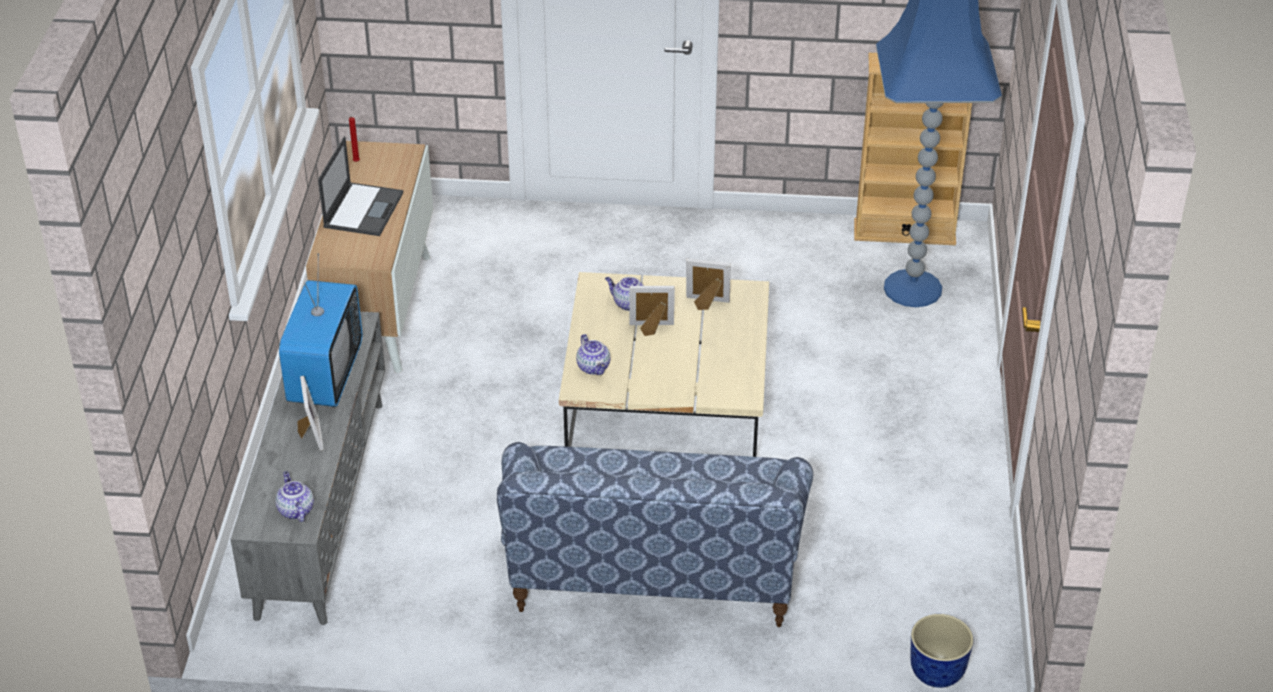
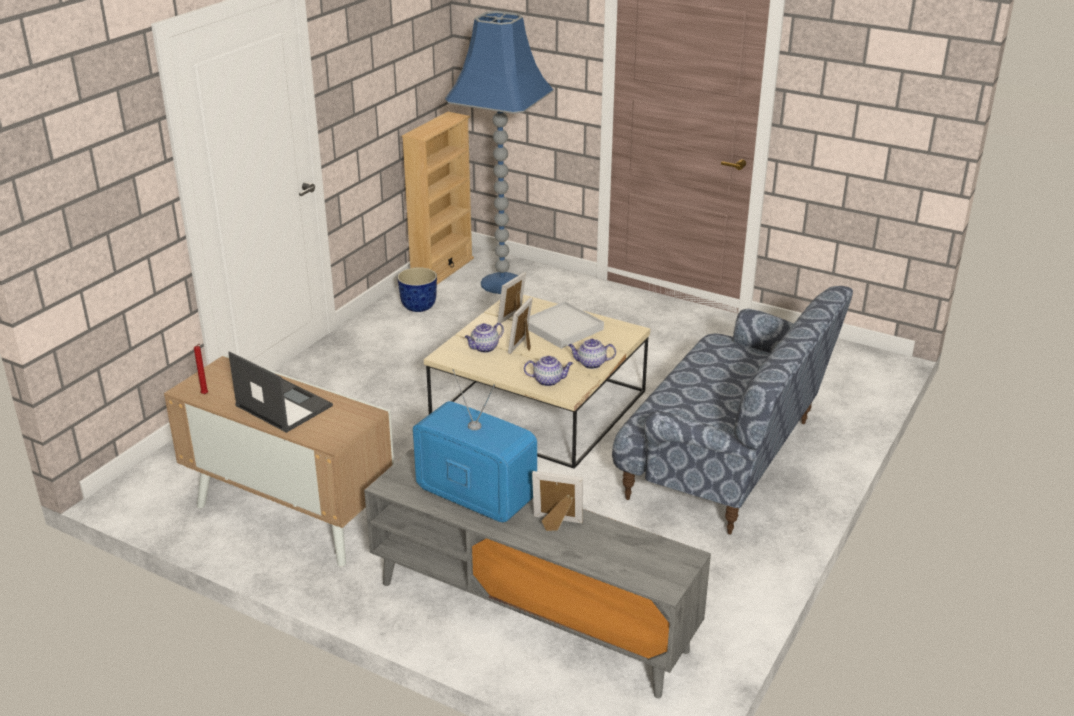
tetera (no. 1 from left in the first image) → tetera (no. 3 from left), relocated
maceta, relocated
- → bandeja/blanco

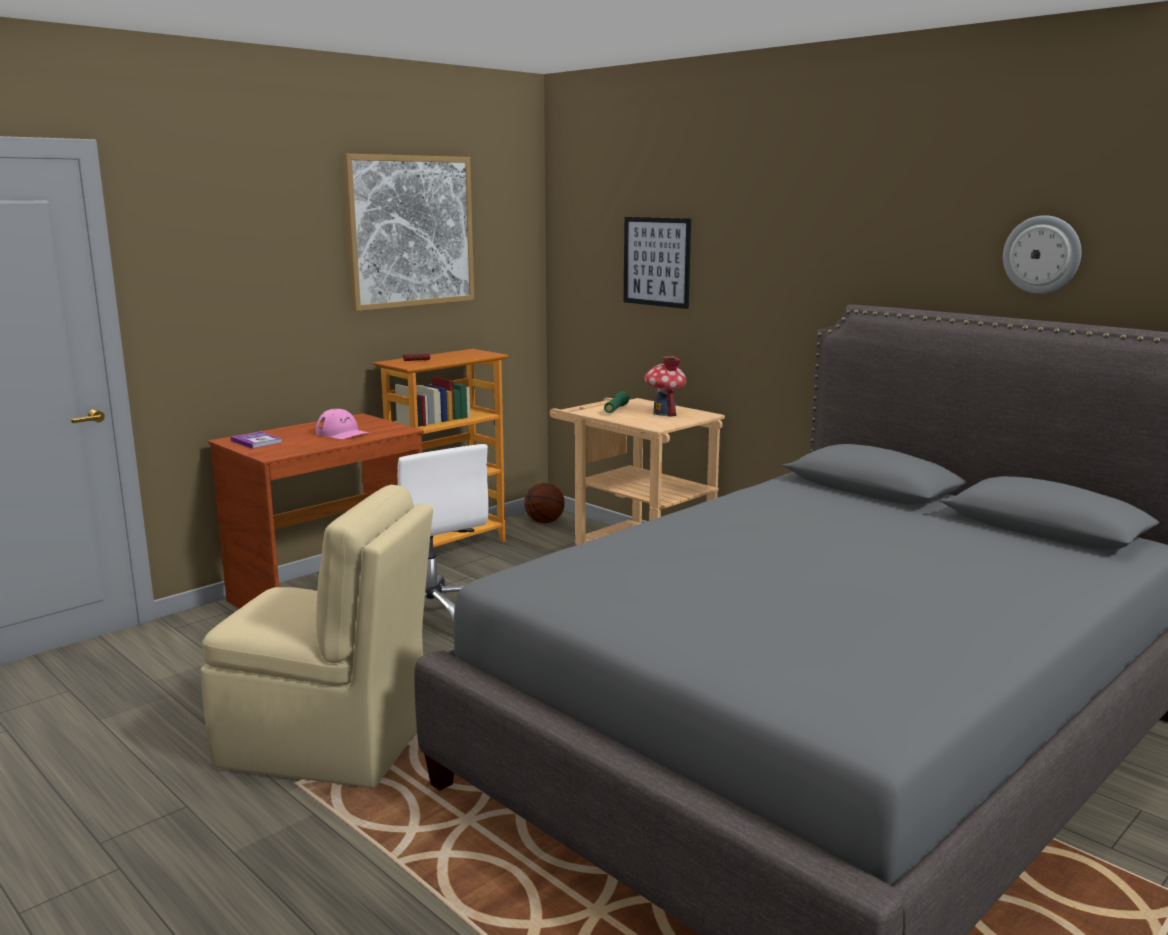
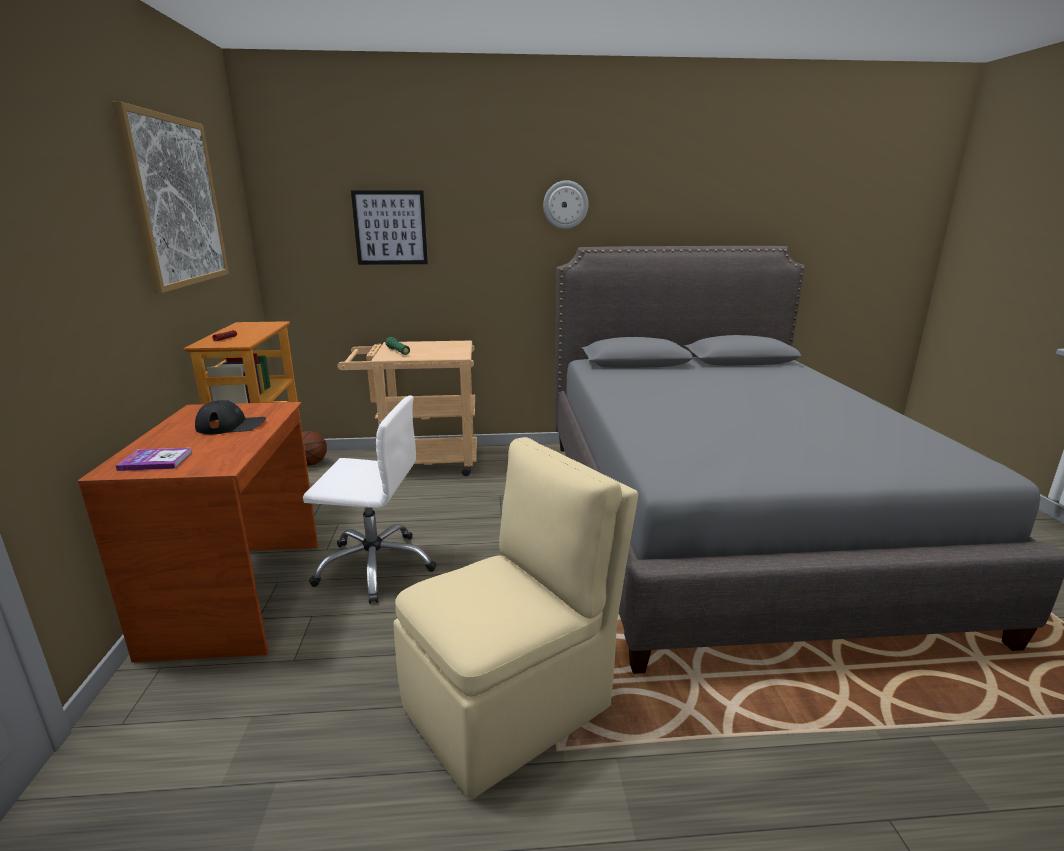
gorra/rosa → gorra/negro
casita → -
reloj de pared, relocated

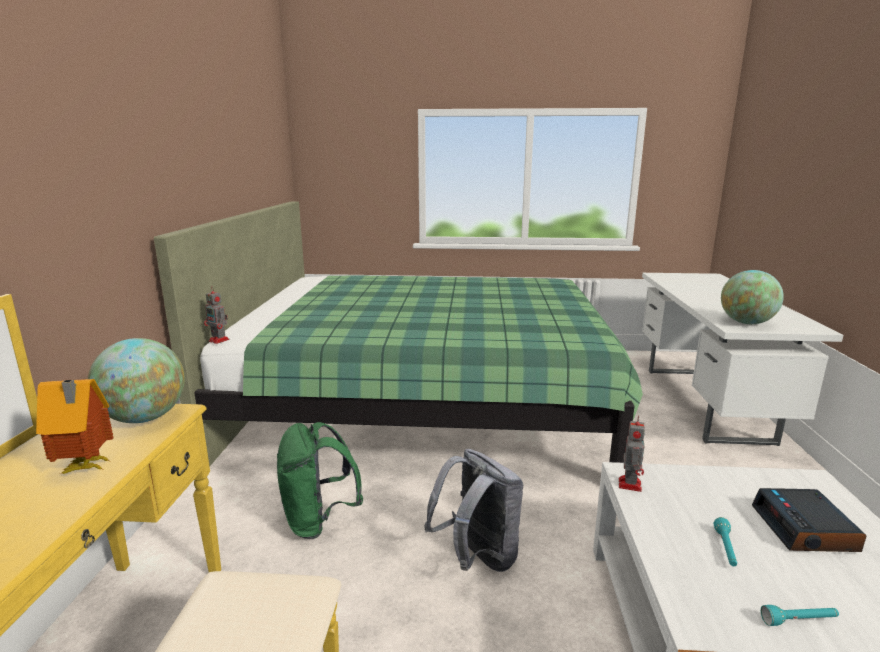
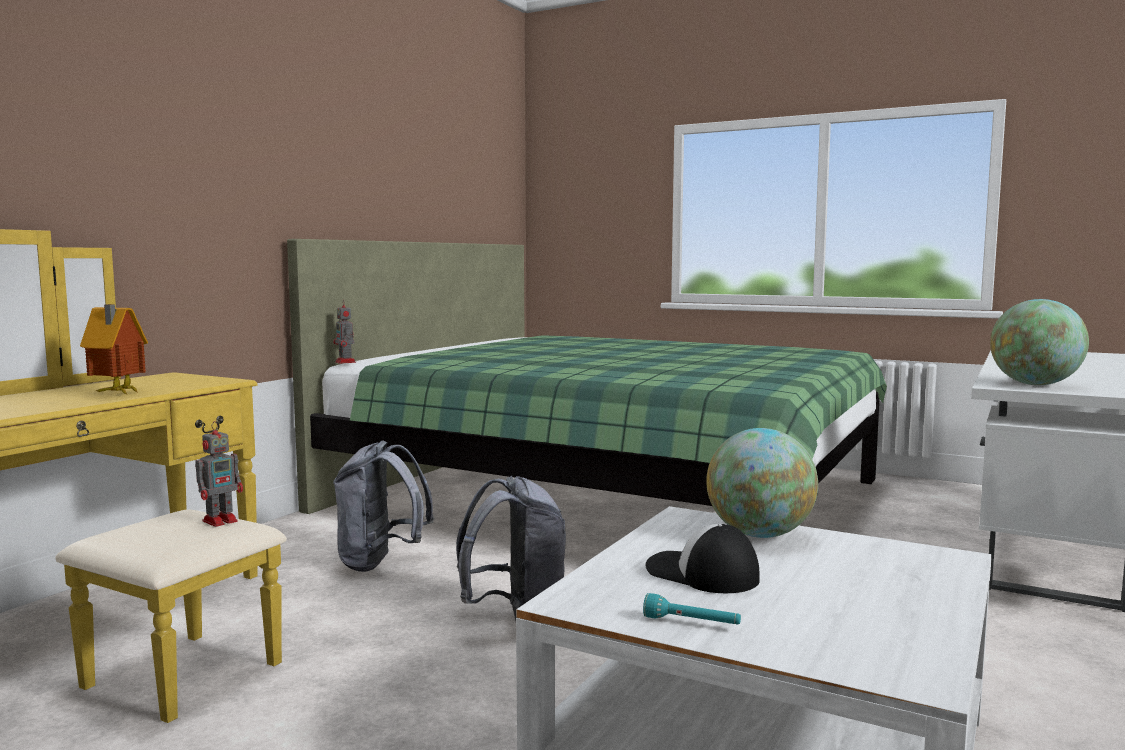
globo terráqueo (no. 1 from left), relocated
mochila/verde → mochila/gris (no. 1 from left)
robot de juguete (no. 2 from left in the first image) → robot de juguete (no. 1 from left), relocated
linterna/turquesa (no. 1 from left) → gorra
despertador → -

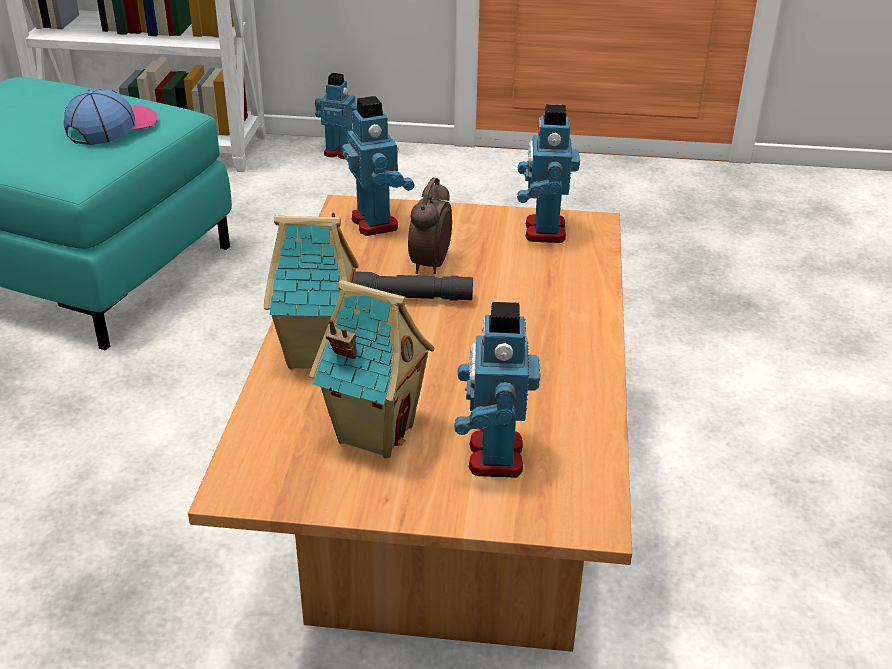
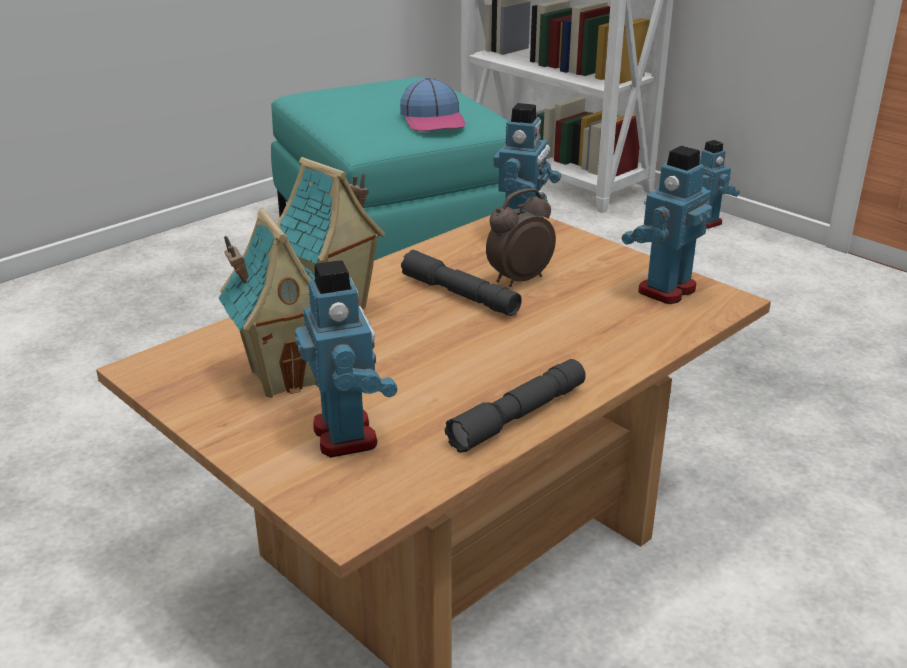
gorra, 90 degrees clockwise
robot de juguete (no. 3 from left in the first image) → robot de juguete (no. 1 from left), 120 degrees clockwise
- → linterna/gris (no. 2 from left)

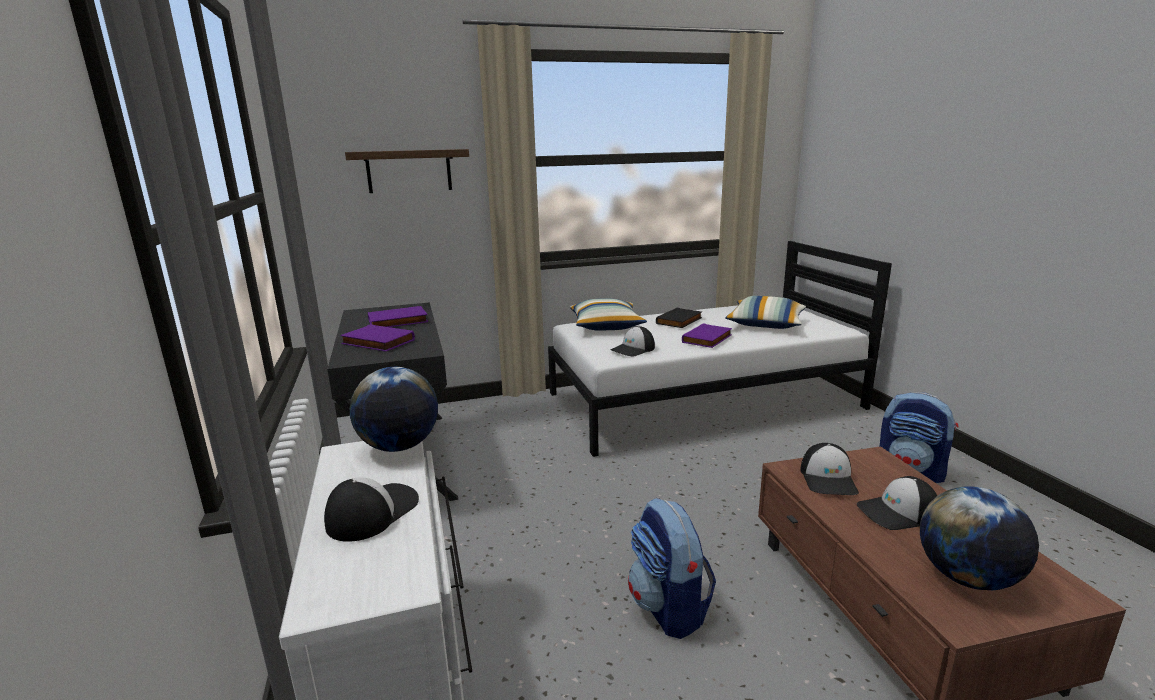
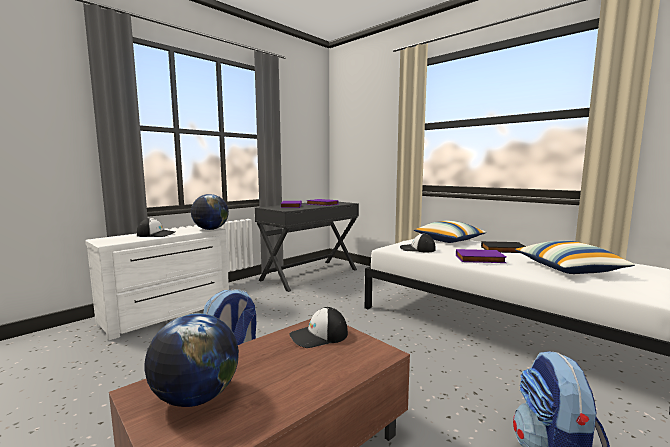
estante → -
gorra (no. 4 from left) → -

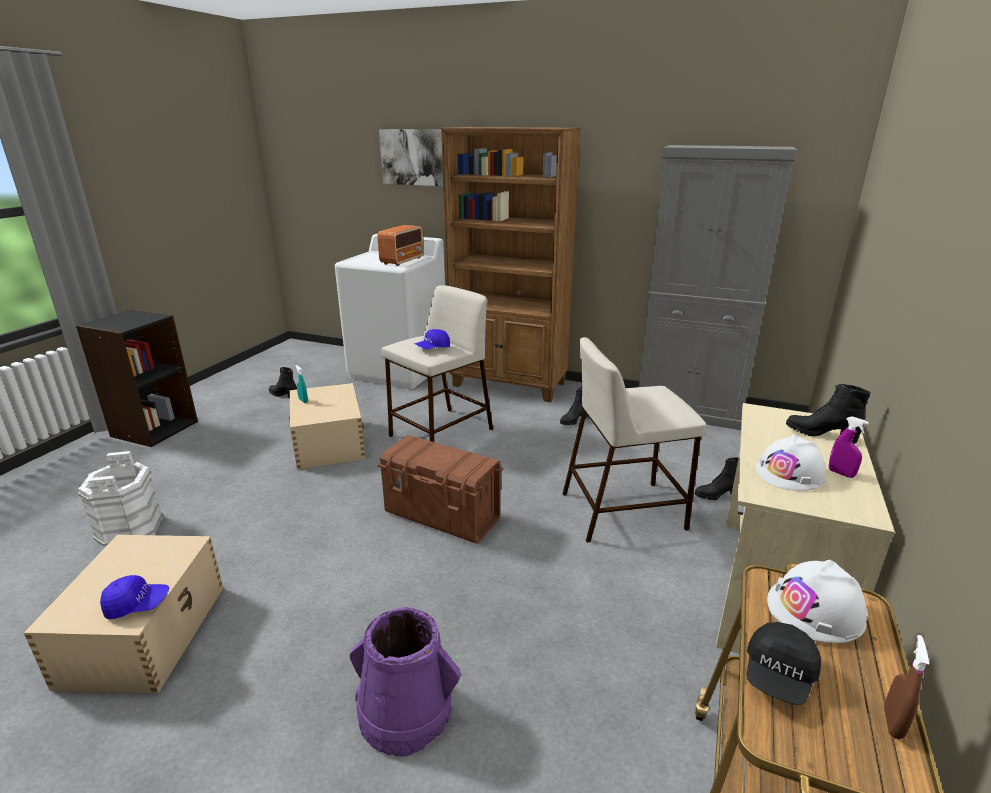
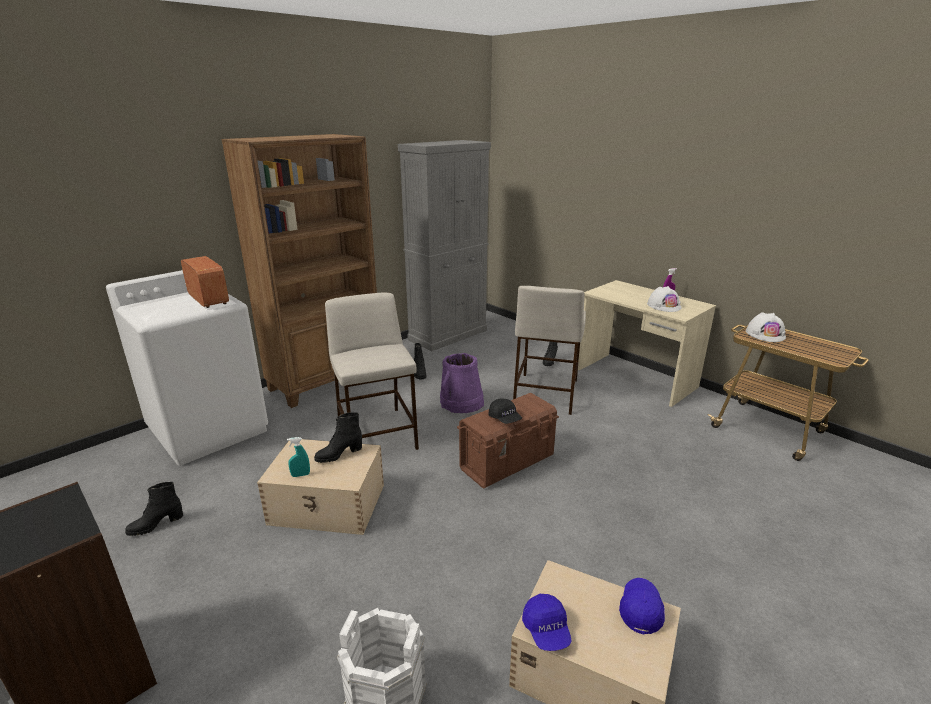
cubo/morado, relocated
cuadro → -
gorra/azul (no. 2 from left in the first image) → gorra/azul (no. 1 from left), relocated
gorra/negro, relocated
bota/negro (no. 4 from left in the first image) → bota/negro (no. 2 from left), relocated
pulverizador/marrón → -

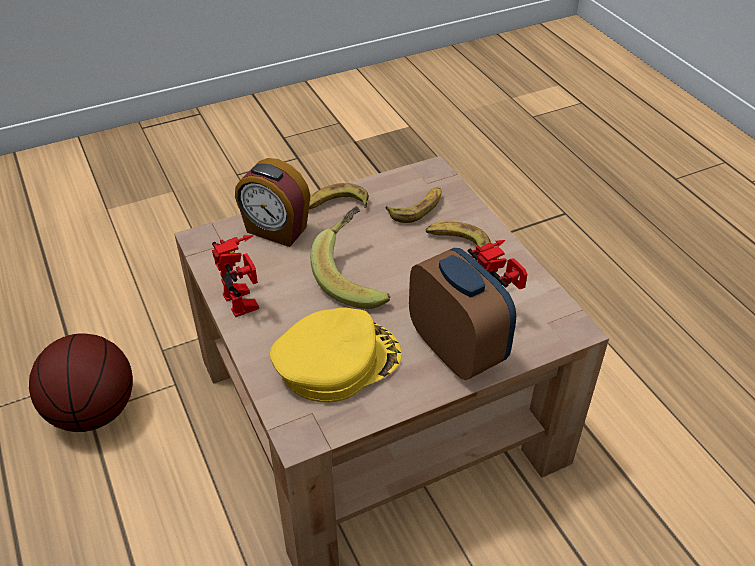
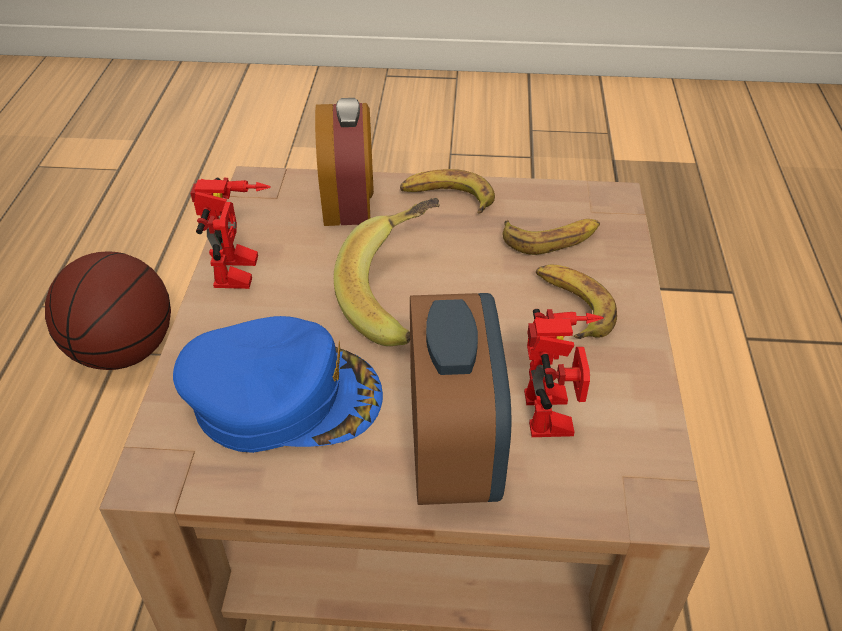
despertador (no. 1 from left), 150 degrees counterclockwise
gorra/amarillo → gorra/azul

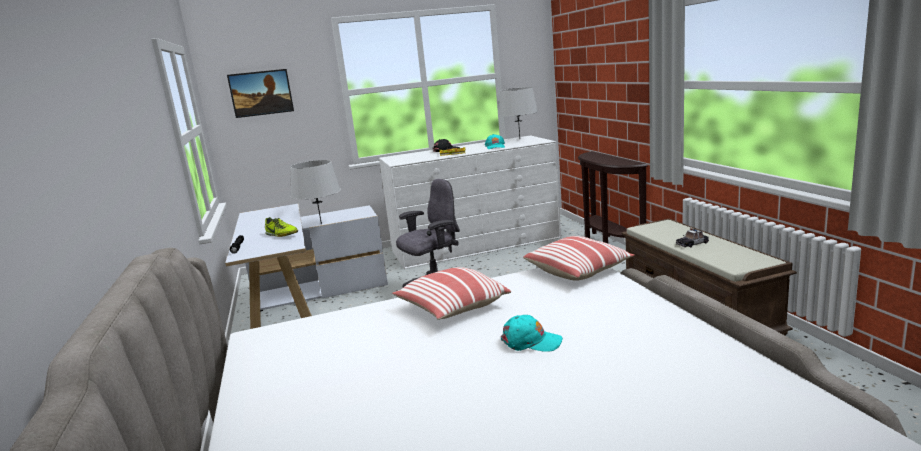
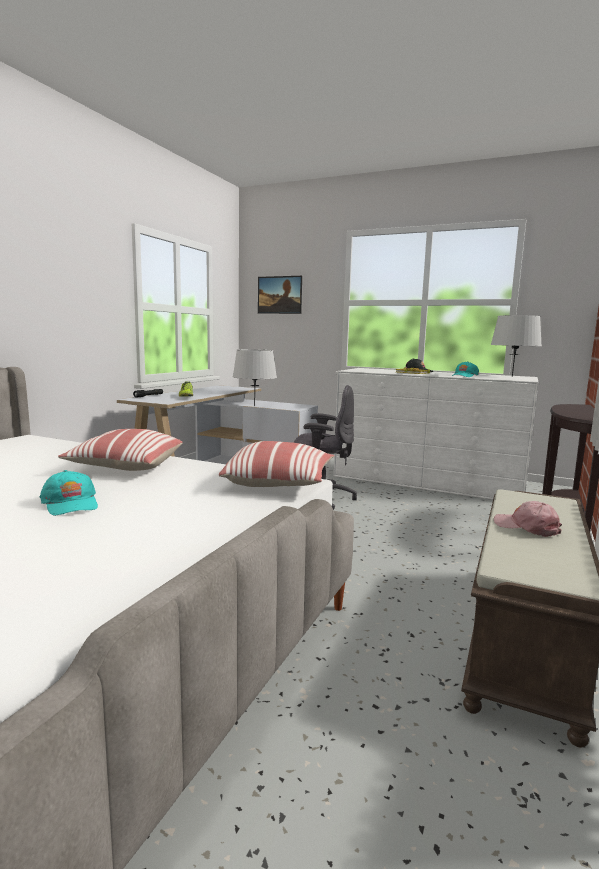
coche de juguete → gorra/rosa

